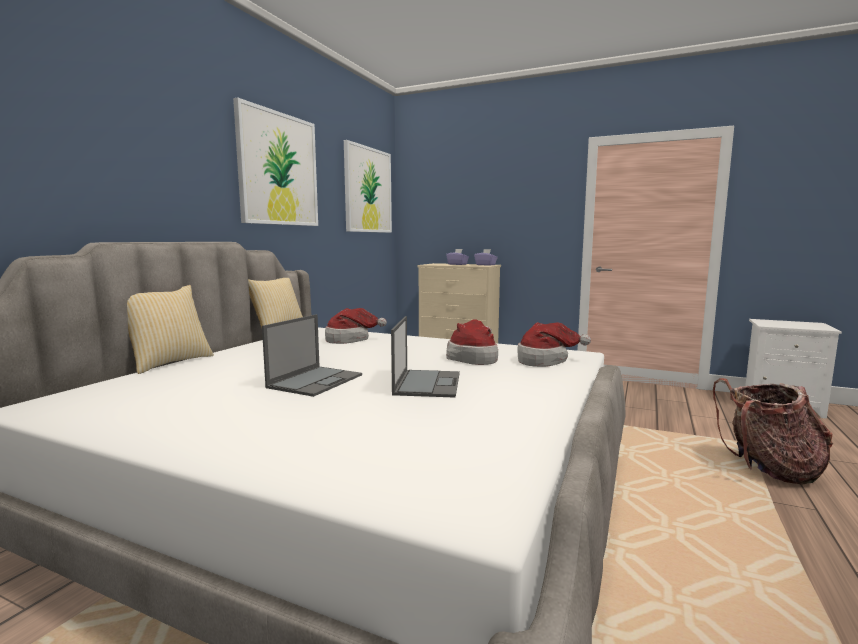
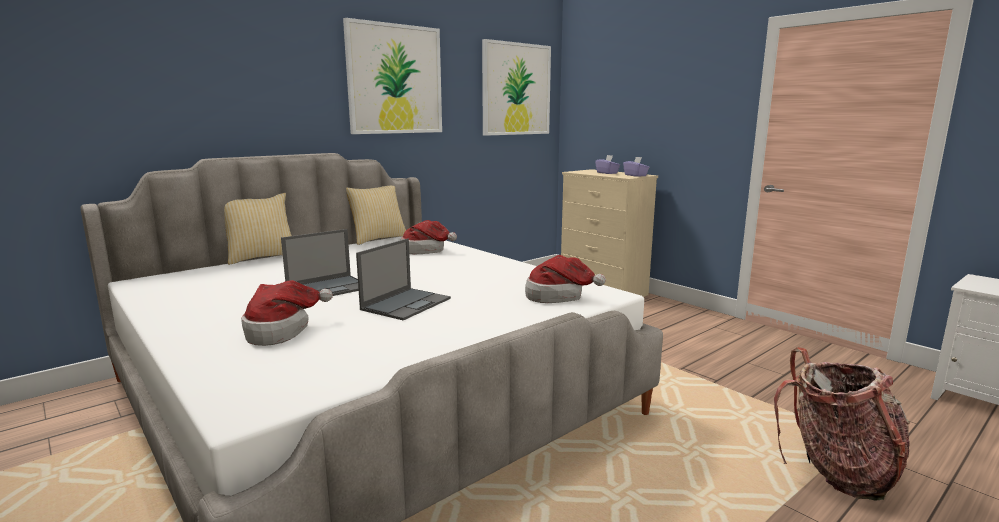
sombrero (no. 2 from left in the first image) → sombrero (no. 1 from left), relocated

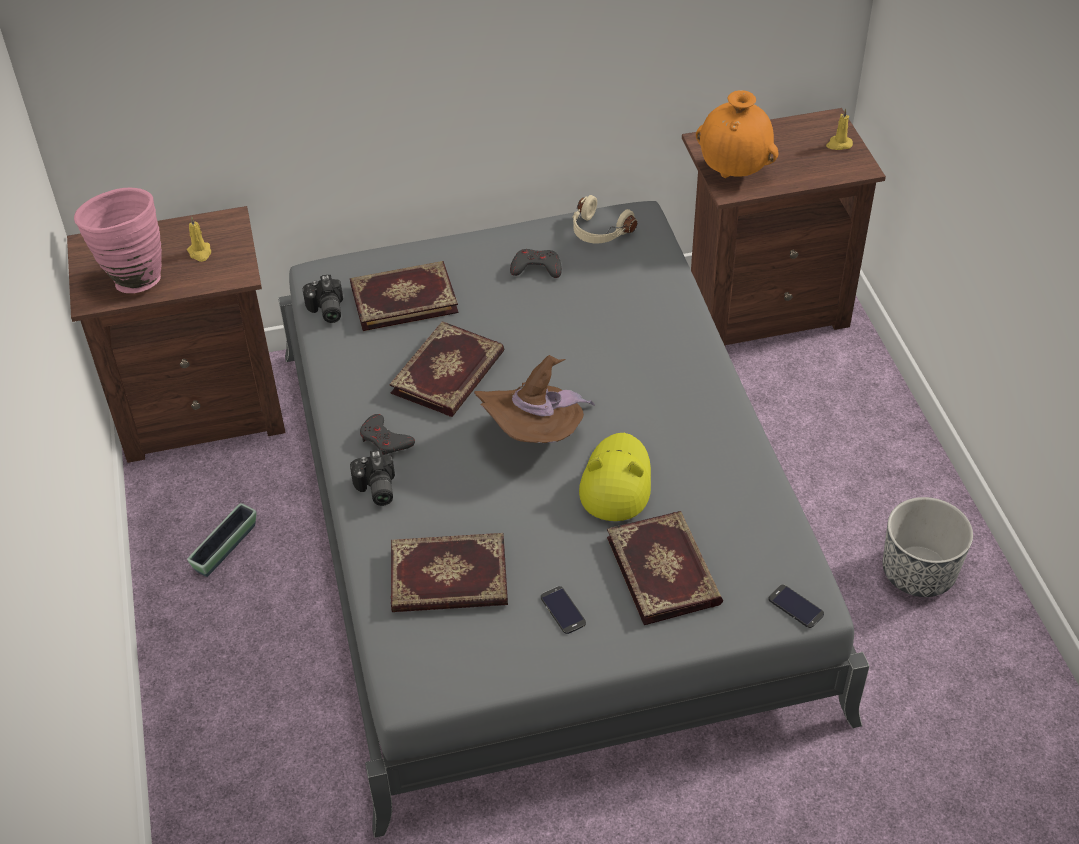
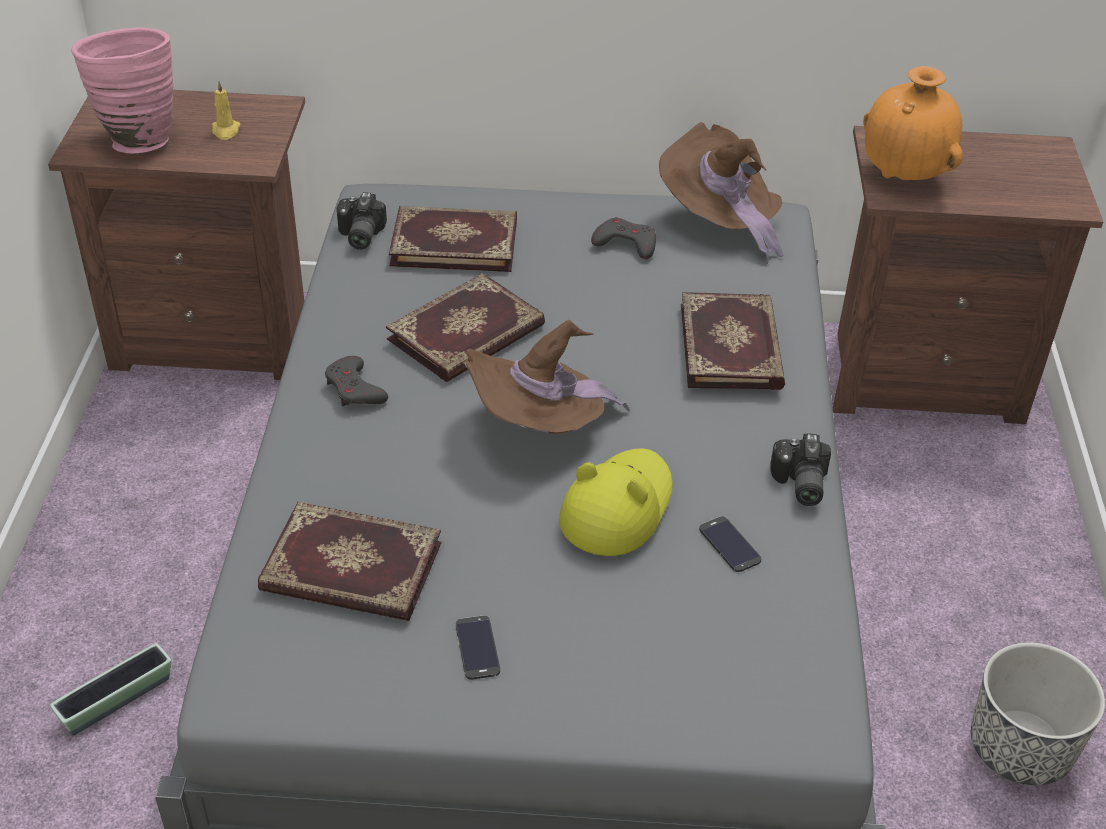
maceta (no. 1 from left), relocated
cámara (no. 2 from left), relocated
auriculares/beis → sombrero/marrón (no. 2 from left)
libro (no. 4 from left), relocated
móvil (no. 2 from left), relocated
vela/amarillo (no. 2 from left) → -

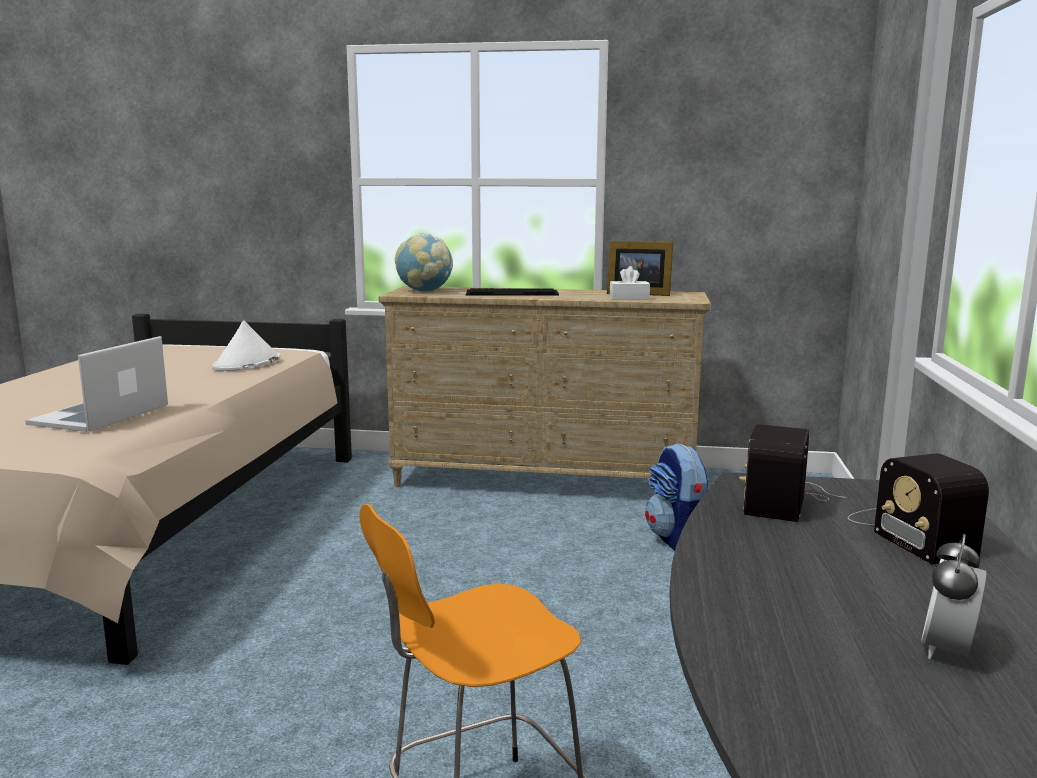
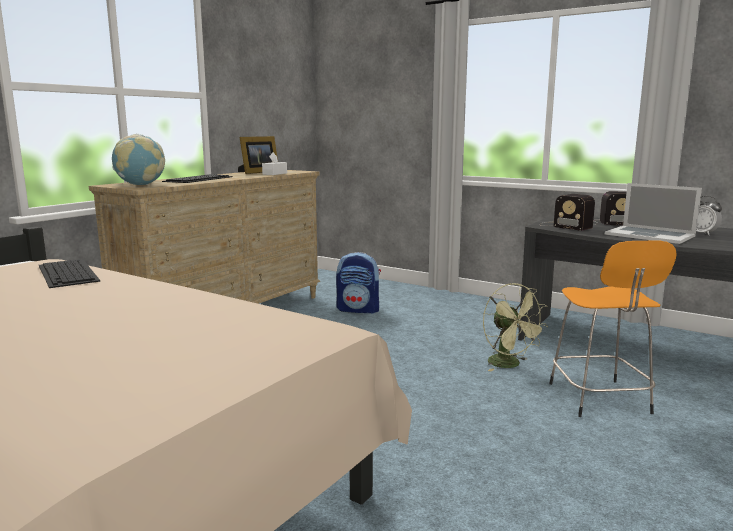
portátil, relocated
sombrero/blanco → teclado (no. 1 from left)
- → ventilador/verde

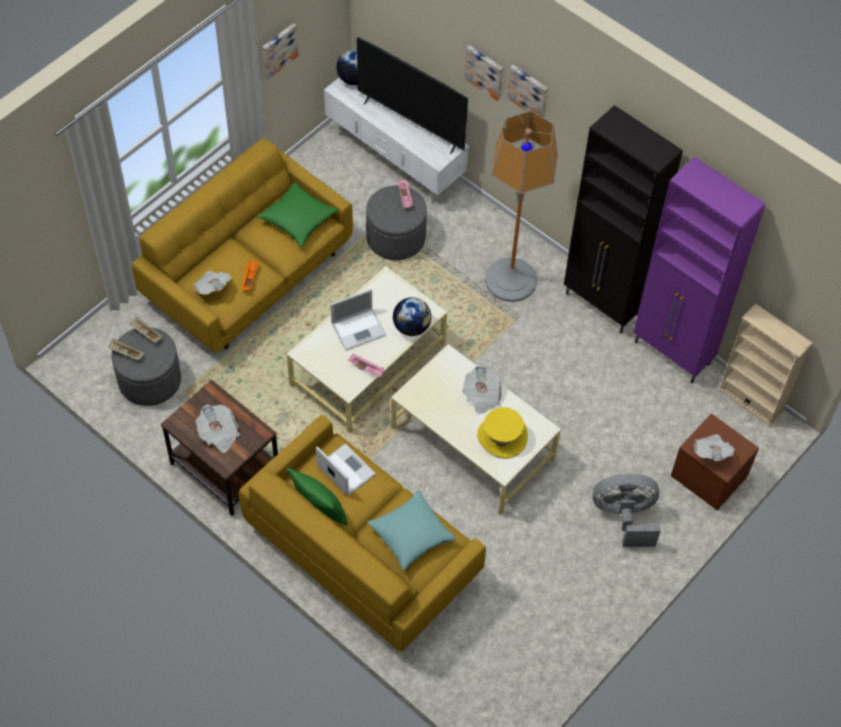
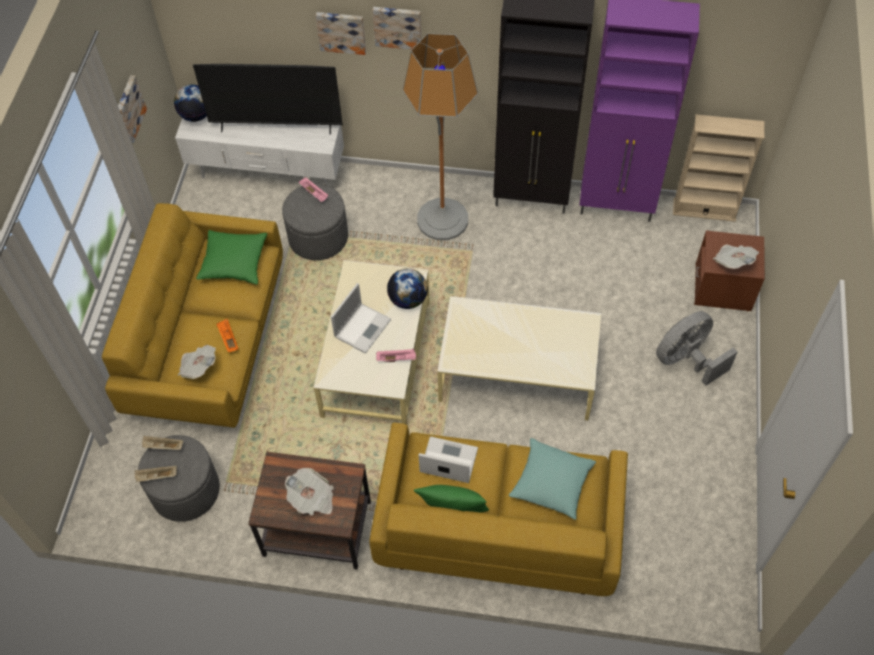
periódico (no. 3 from left) → -
sombrero/amarillo → -

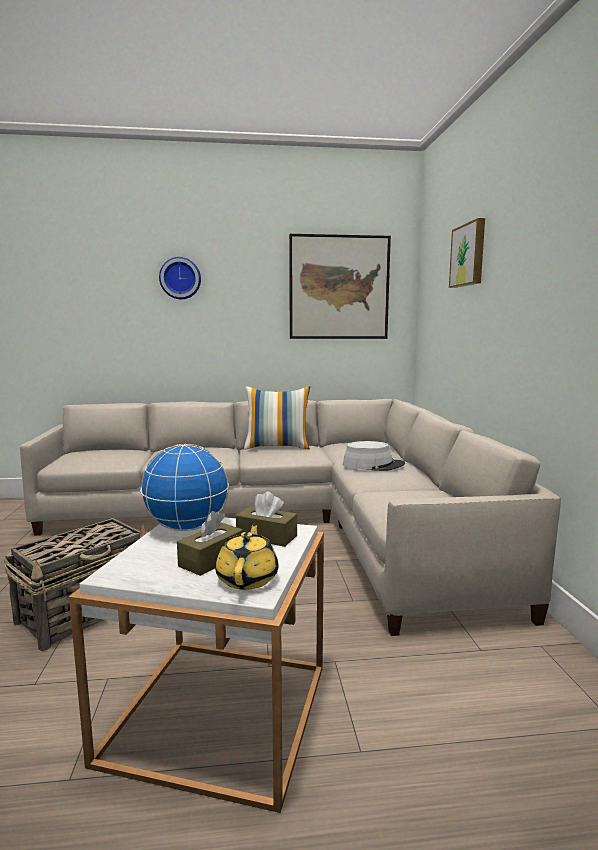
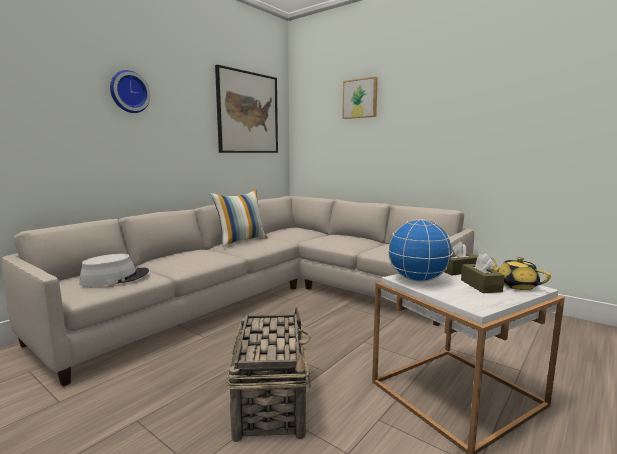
sombrero/gris, relocated

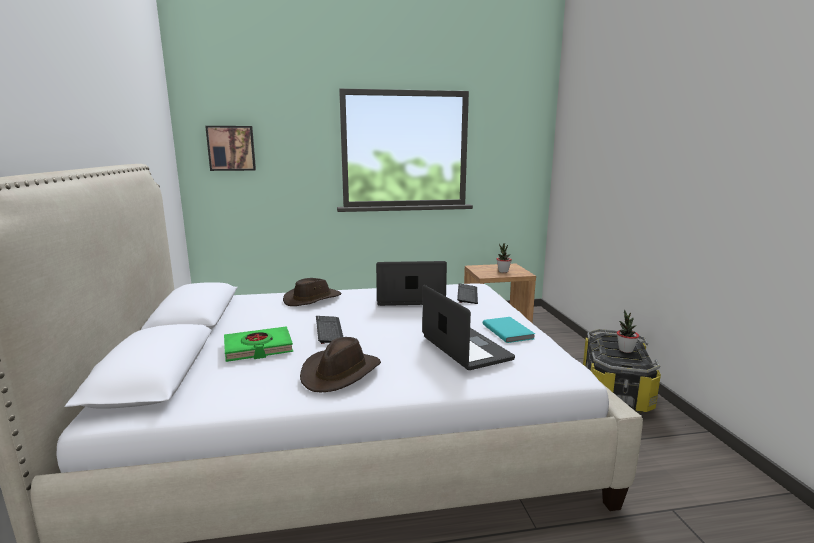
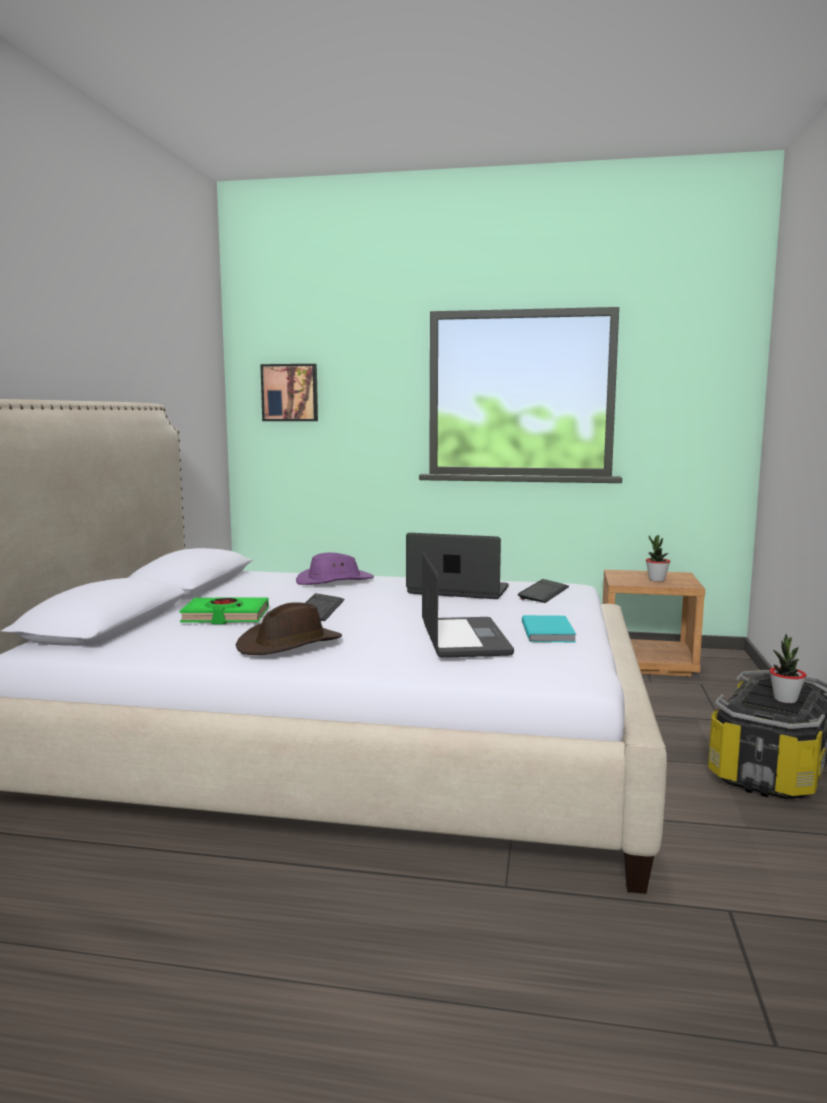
sombrero/marrón (no. 1 from left) → sombrero/morado

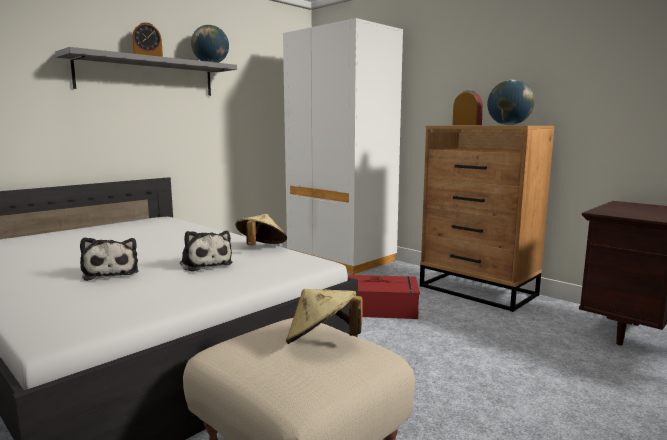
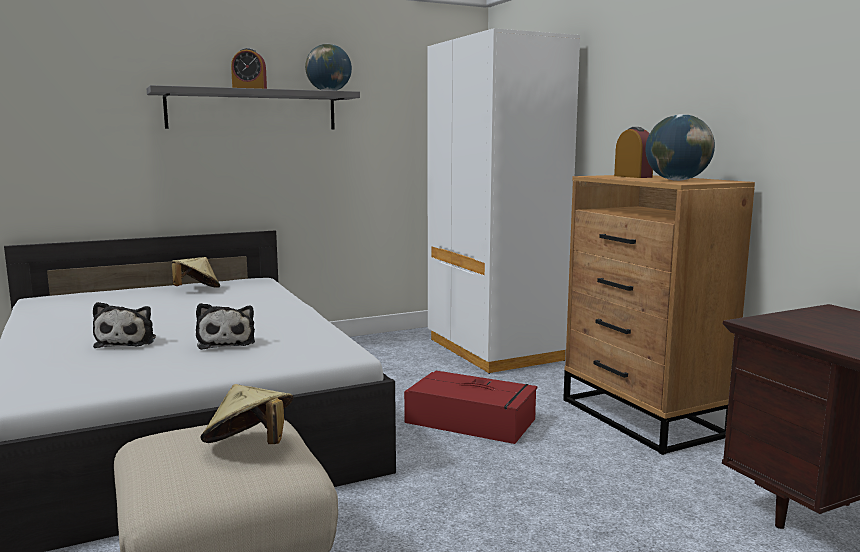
sombrero/beis (no. 1 from left), relocated

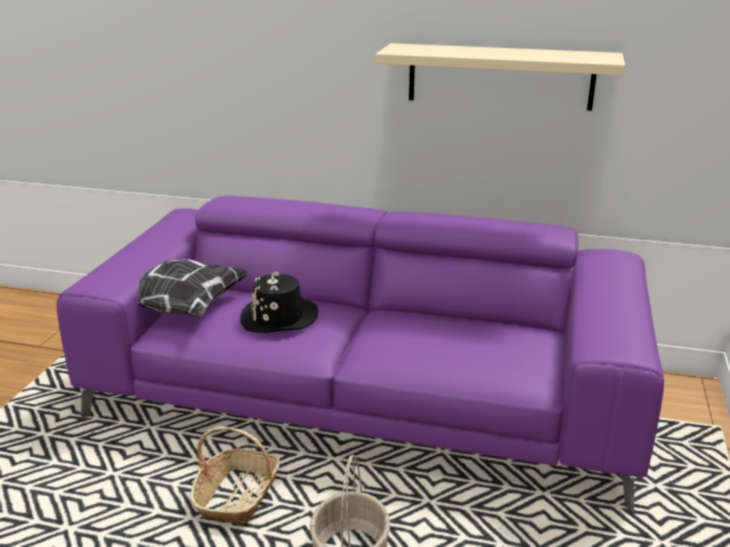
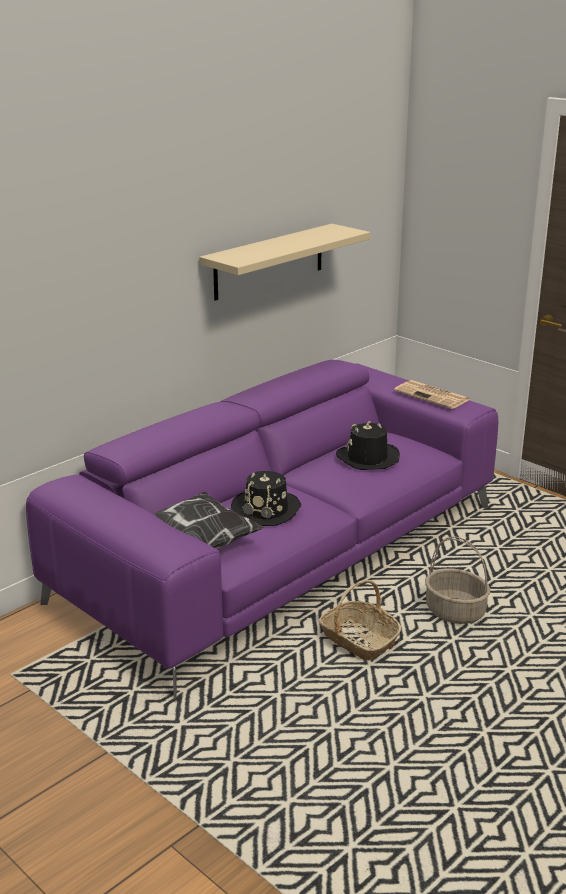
- → sombrero/negro (no. 2 from left)
- → periódico

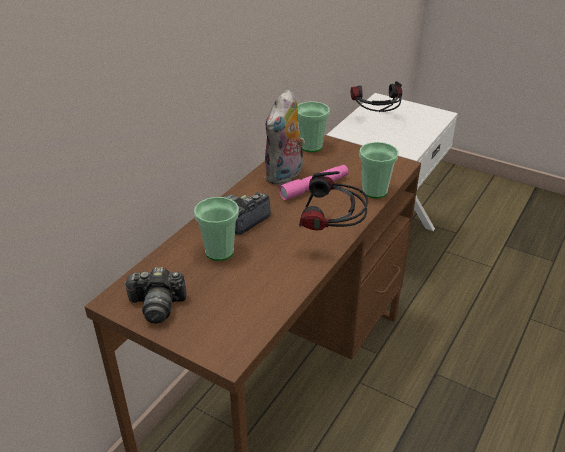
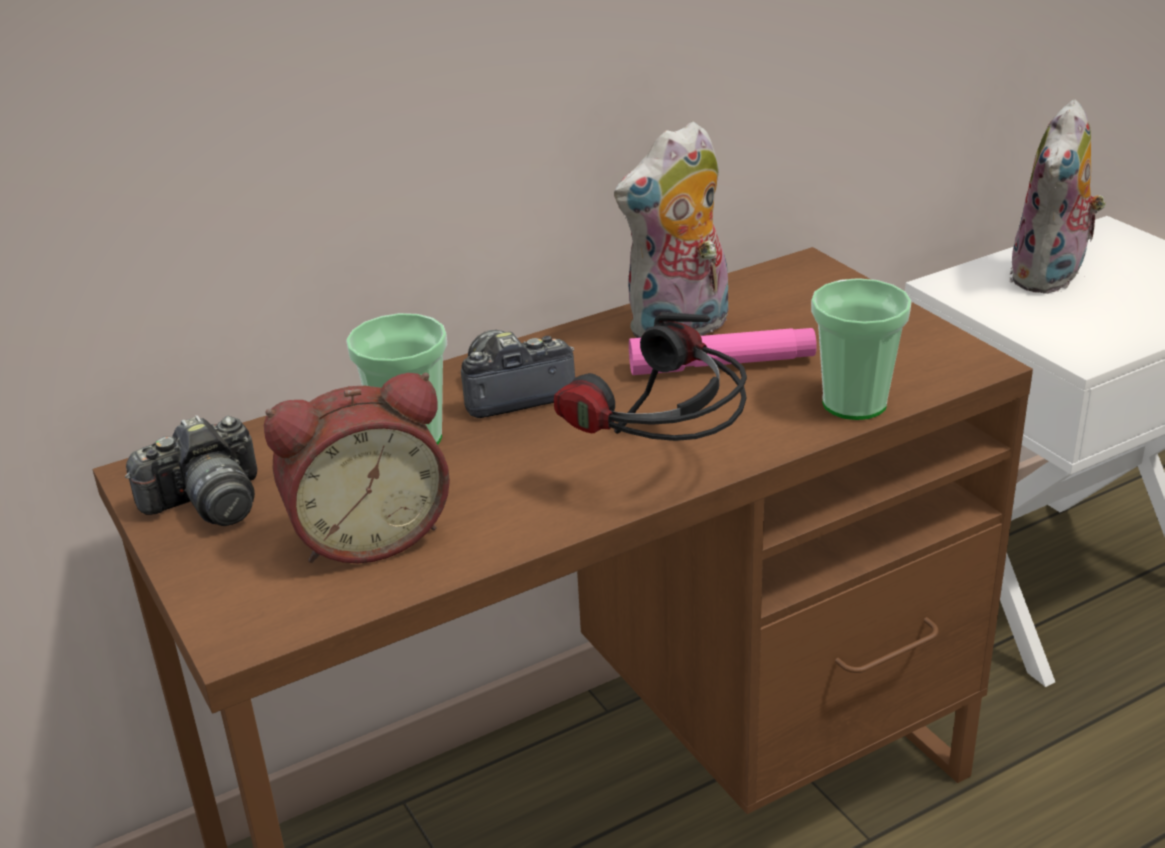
cámara (no. 1 from left), 60 degrees counterclockwise
taza (no. 2 from left) → -
auriculares (no. 2 from left) → peluche (no. 2 from left)
- → despertador

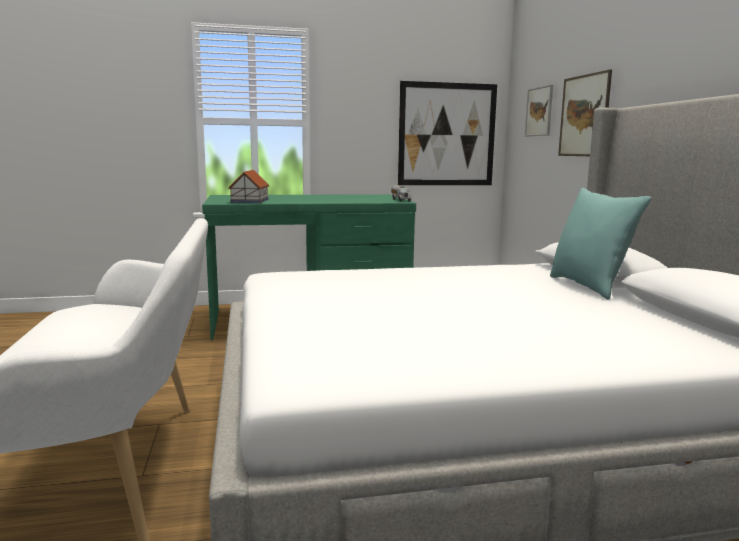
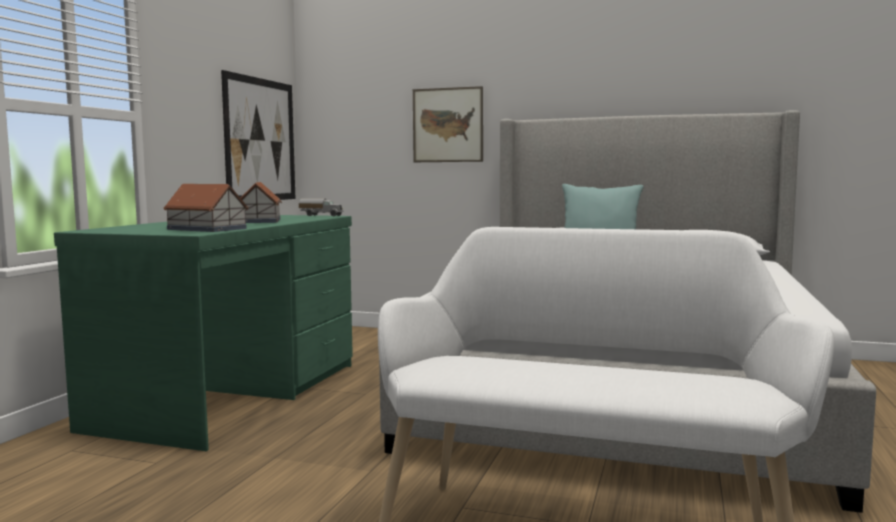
cuadro (no. 2 from left) → -
- → casita (no. 2 from left)

